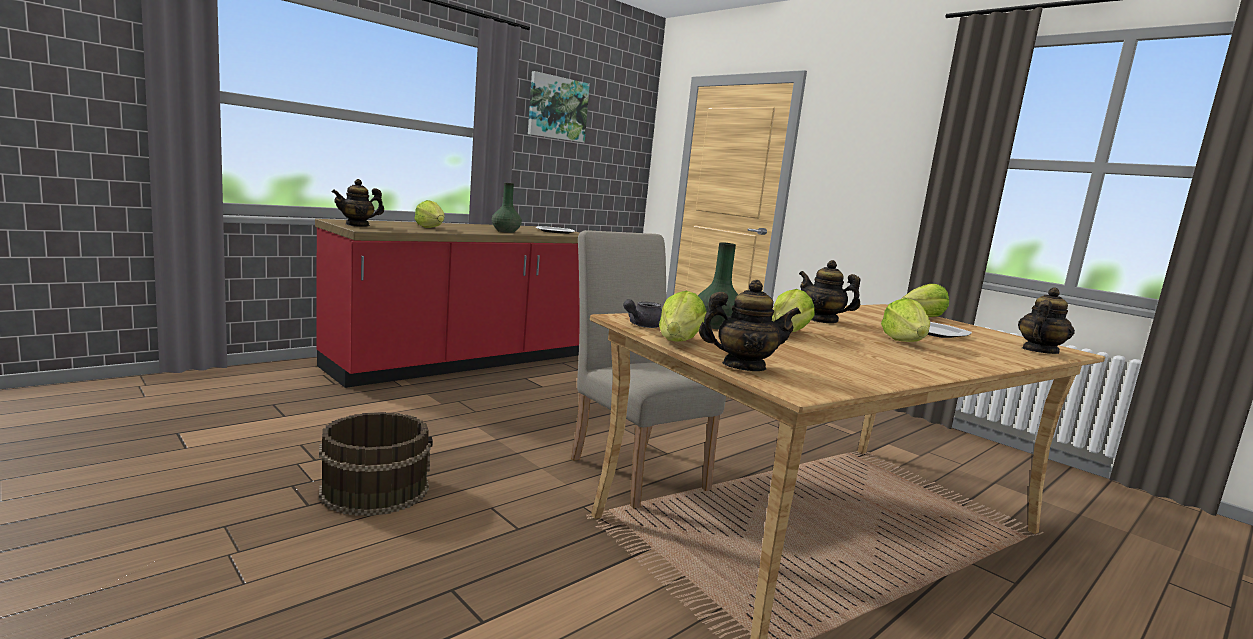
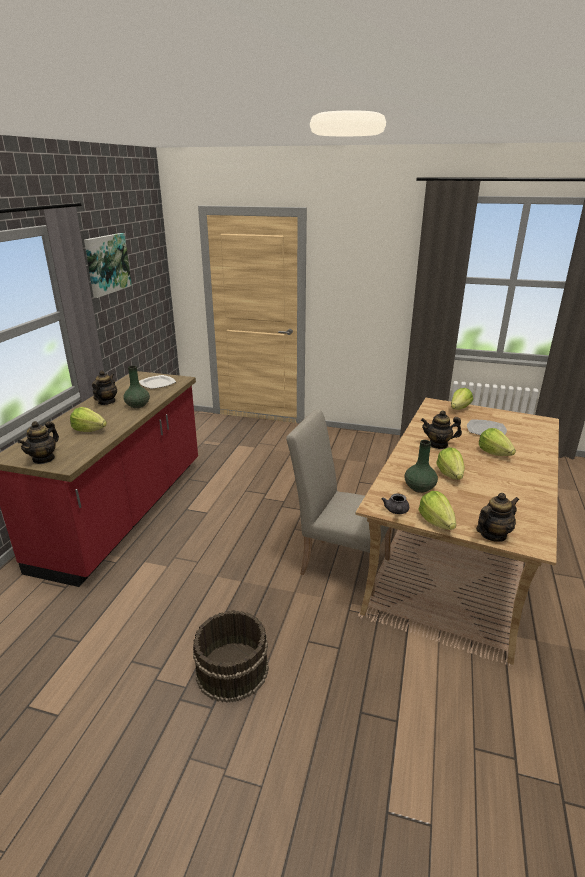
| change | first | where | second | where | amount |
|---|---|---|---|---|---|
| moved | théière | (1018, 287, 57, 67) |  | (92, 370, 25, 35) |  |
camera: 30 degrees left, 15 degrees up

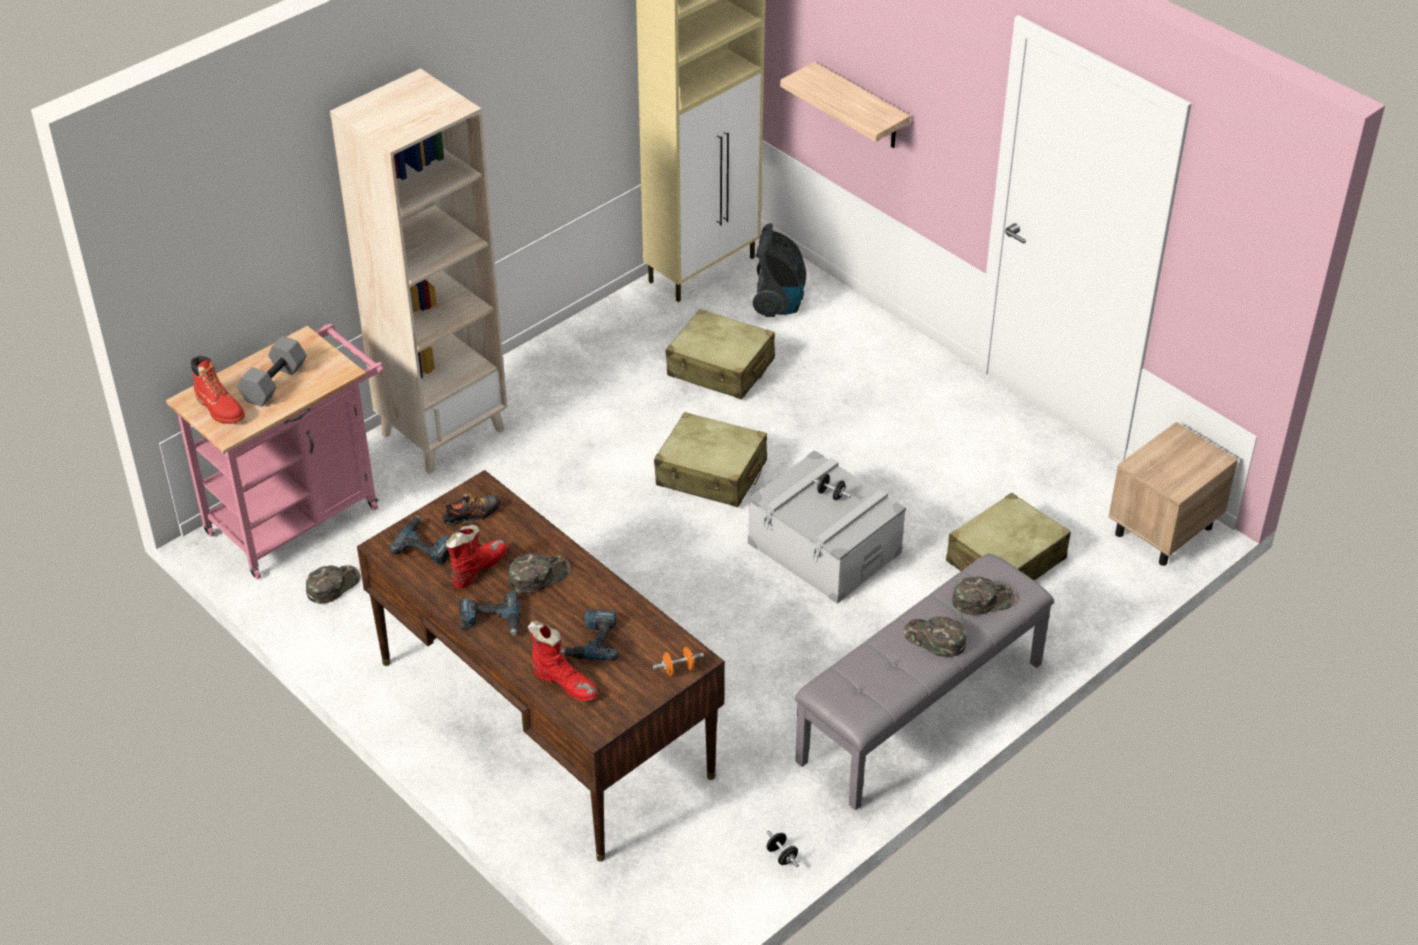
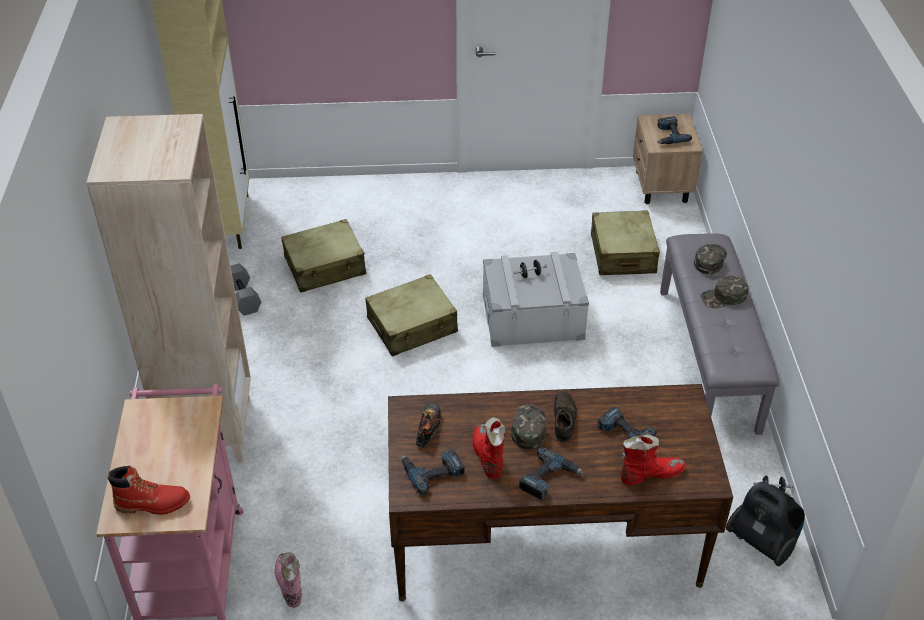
| change | first | where | second | where | amount |
|---|---|---|---|---|---|
| removed | haltère (orange) | (653, 647, 51, 29) |  |  |  |
| removed | étagère | (780, 62, 130, 86) |  |  |  |
| added |  |  | chaussure (marron) | (553, 391, 24, 51) |  |
| added |  |  | perceuse | (657, 117, 35, 27) |  |
| moved | haltère (gris) | (237, 336, 70, 71) |  | (231, 263, 30, 53) |  |
| moved | aspirateur | (753, 223, 53, 94) |  | (726, 482, 79, 84) |  |
| replaced | casquette (vert) | (306, 565, 55, 38) | botte (rose) | (275, 552, 27, 56) |  |
camera: 50 degrees left, 0 degrees up

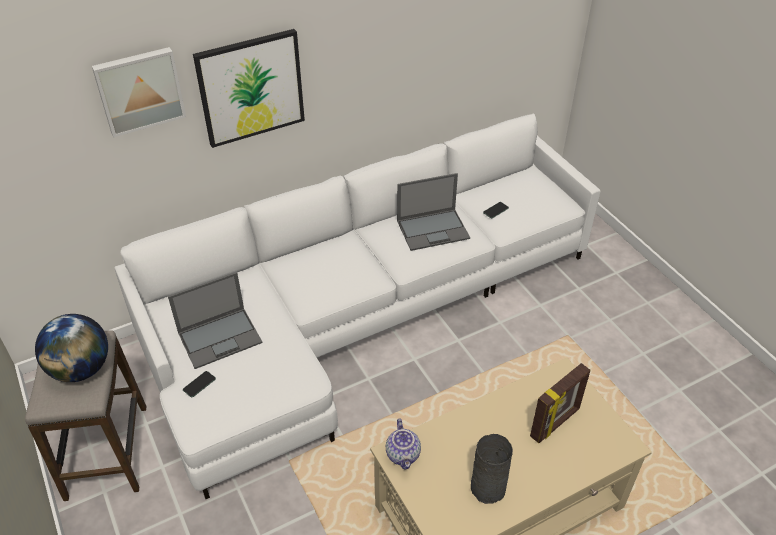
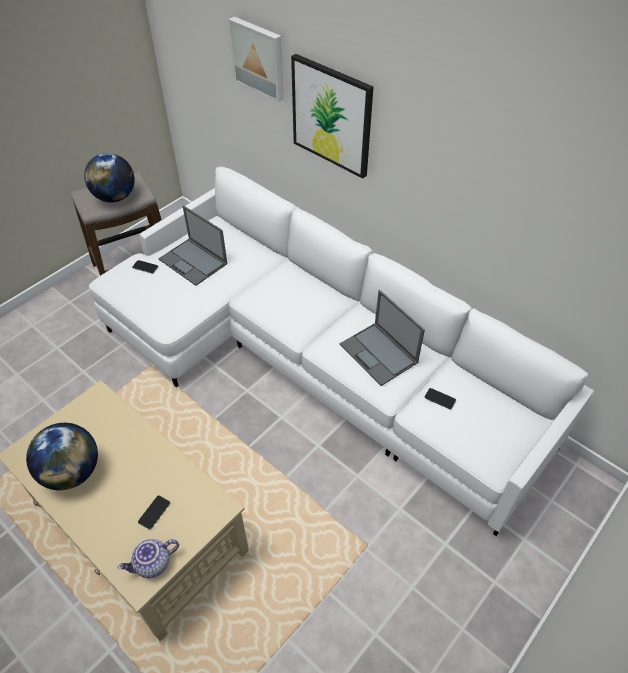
| change | first | where | second | where | amount |
|---|---|---|---|---|---|
| moved | théière | (386, 419, 35, 50) |  | (117, 539, 62, 39) |  |
| replaced | vase (gris) | (471, 434, 42, 70) | globe | (26, 423, 72, 67) |  |
| replaced | cadre photo | (530, 363, 60, 80) | téléphone | (138, 496, 32, 34) |  |
camera: 70 degrees right, 5 degrees up

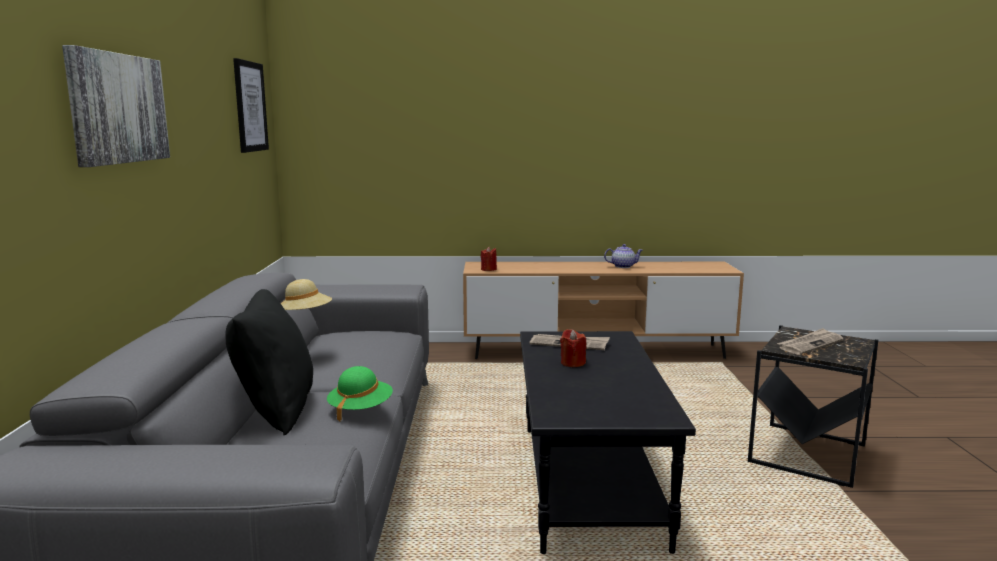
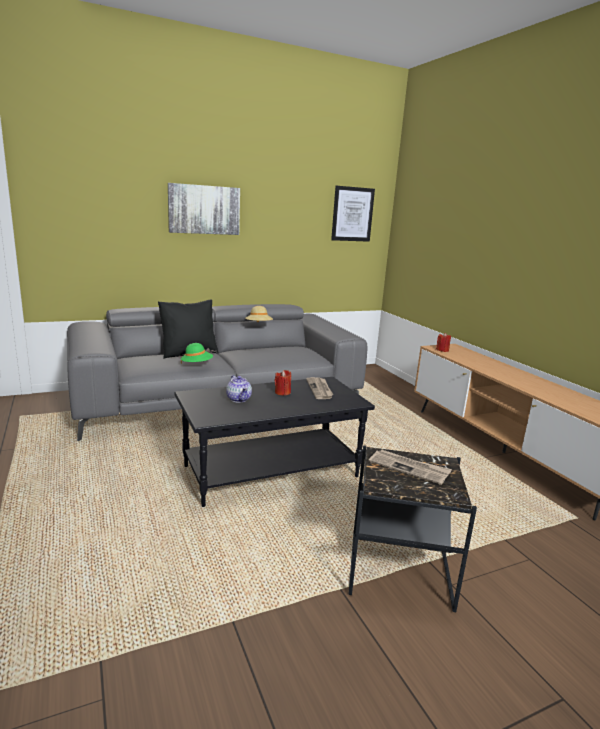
| change | first | where | second | where | amount |
|---|---|---|---|---|---|
| moved | théière | (604, 244, 39, 24) |  | (226, 375, 26, 28) |  |
camera: 65 degrees right, 5 degrees up

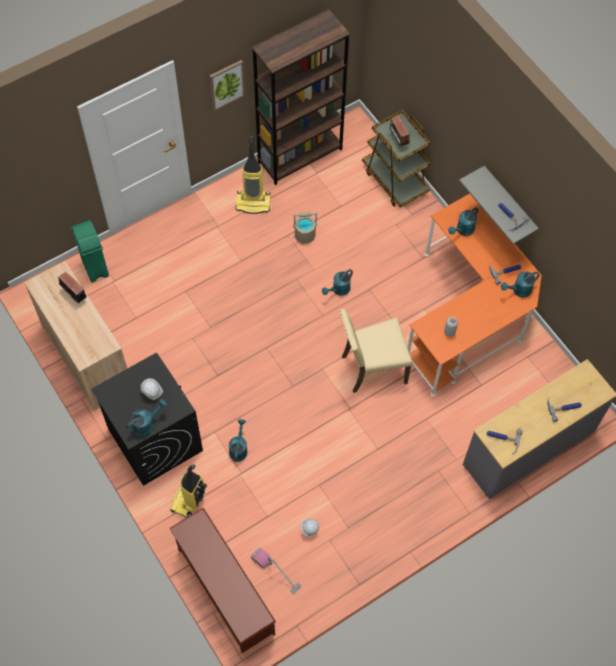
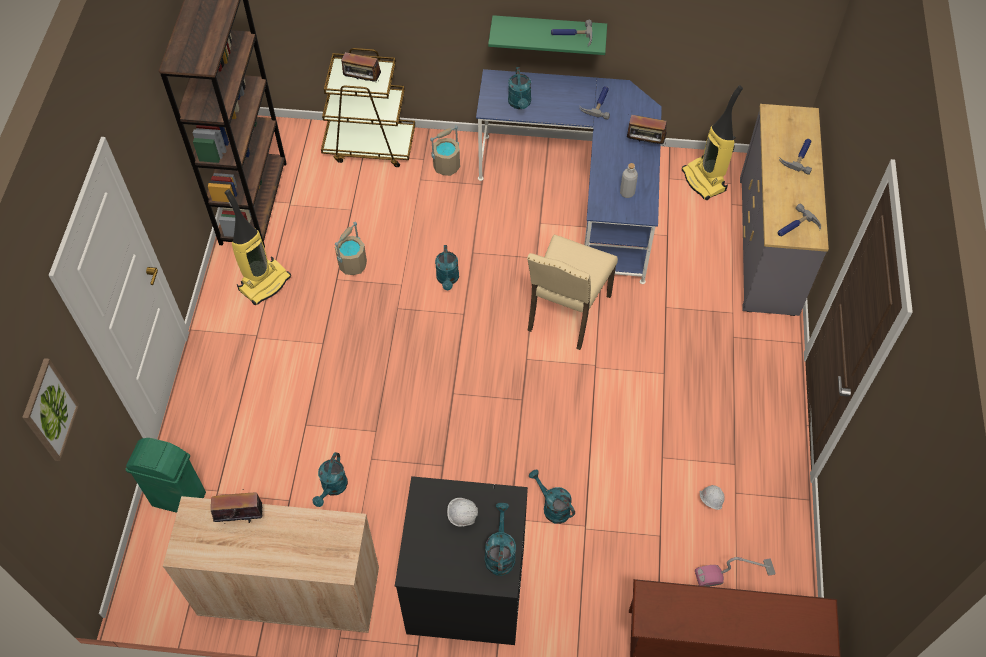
| change | first | where | second | where | amount |
|---|---|---|---|---|---|
| added |  |  | seau (beige) | (430, 126, 30, 50) |  |
| added |  |  | radio | (627, 115, 40, 31) |  |
| moved | aspirateur | (170, 464, 37, 54) |  | (682, 85, 61, 115) |  |
| moved | tableau | (209, 60, 36, 51) |  | (22, 358, 57, 103) |  |
| moved | arrosoir (turquoise) | (501, 272, 39, 25) |  | (312, 452, 36, 55) |  |
| recoloured | bureau (orange) | (407, 194, 135, 202) | bureau (bleu) | (476, 69, 186, 215) |  |
| recoloured | étagère (gris) | (459, 166, 80, 78) | étagère (vert) | (488, 15, 119, 40) |  |
camera: 50 degrees left, 5 degrees down

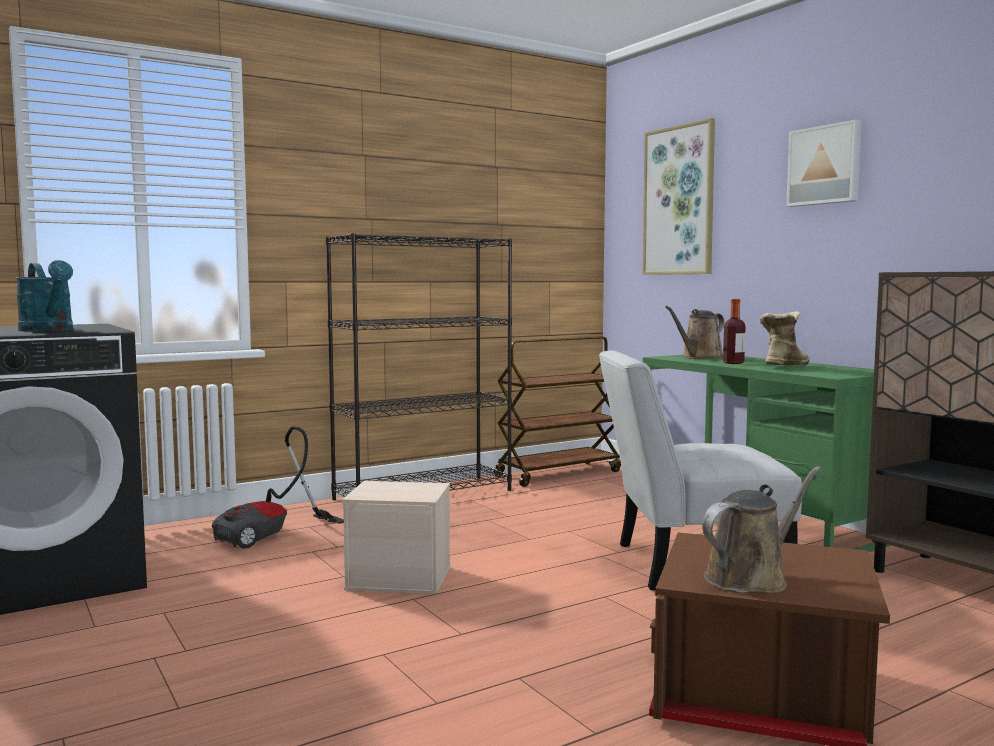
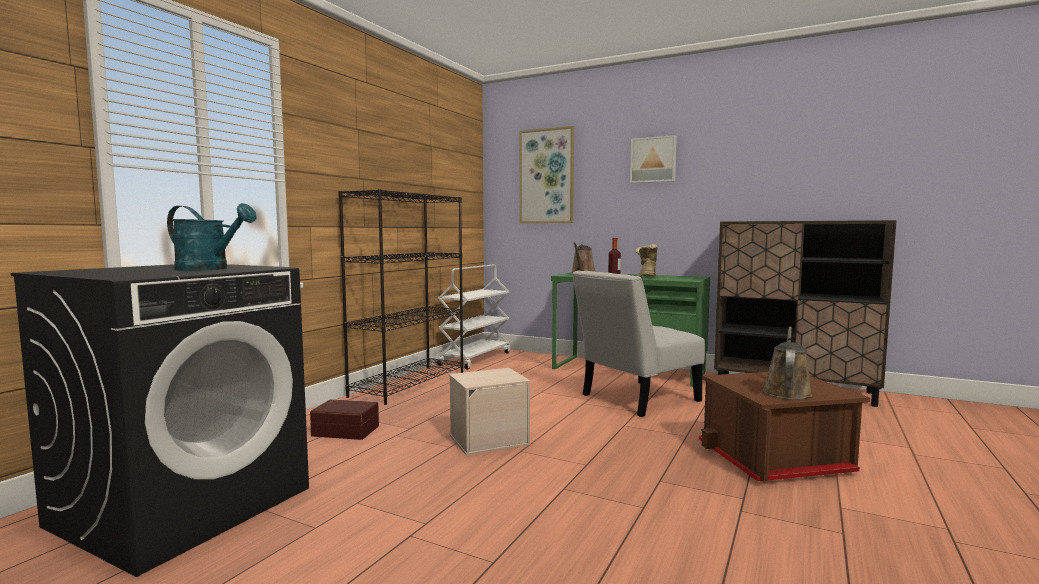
| change | first | where | second | where | amount |
|---|---|---|---|---|---|
| replaced | aspirateur | (212, 426, 132, 123) | boîte de rangement (marron) | (310, 399, 69, 41) |  |
| recoloured | chariot (marron) | (494, 337, 127, 150) | chariot (blanc) | (437, 264, 73, 106) |  |
camera: 30 degrees left, 0 degrees up

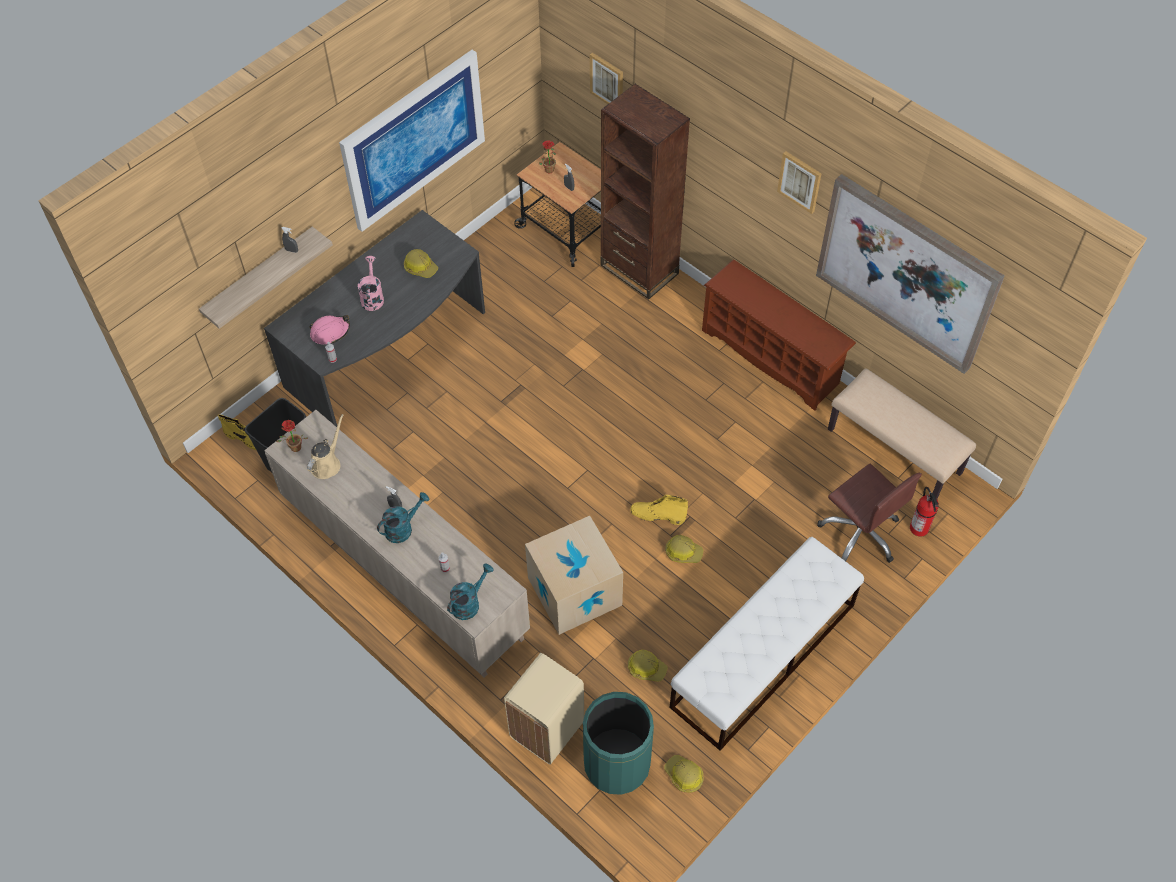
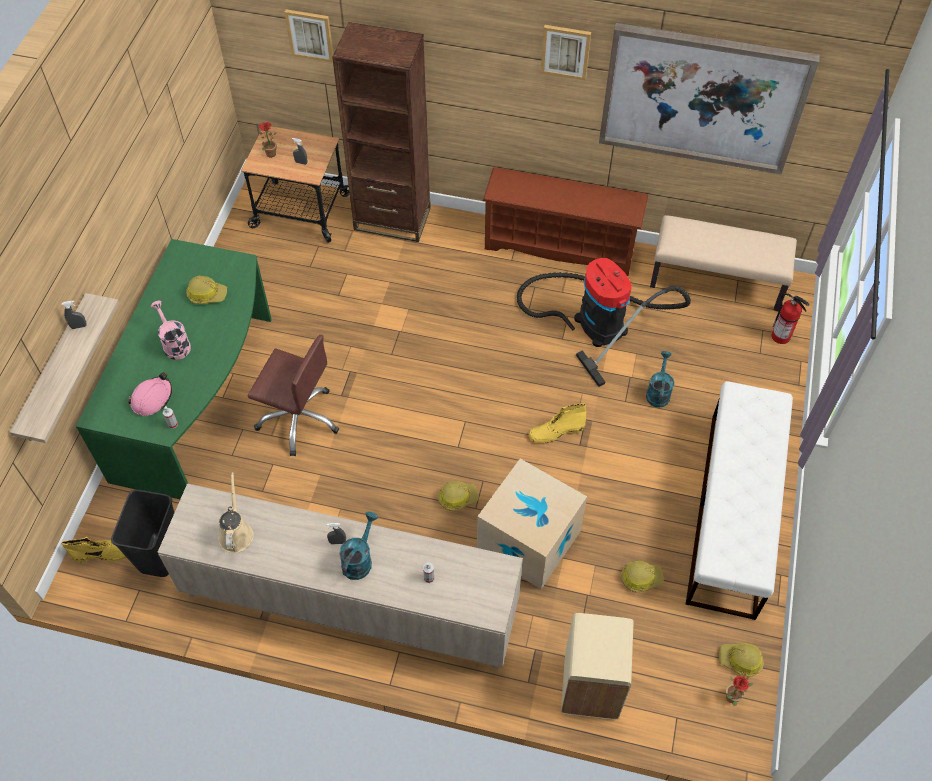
| change | first | where | second | where | amount |
|---|---|---|---|---|---|
| removed | tableau | (339, 50, 146, 182) |  |  |  |
| removed | poubelle (vert) | (583, 692, 71, 103) |  |  |  |
| added |  |  | aspirateur | (517, 258, 174, 129) |  |
| moved | plante en pot | (276, 420, 32, 32) |  | (726, 676, 27, 30) |  |
| moved | arrosoir (turquoise) | (447, 564, 47, 56) |  | (646, 351, 28, 57) |  |
| moved | casque de chantier | (665, 535, 39, 28) |  | (438, 481, 41, 30) |  |
| moved | chaise de bureau (marron) | (817, 464, 105, 99) |  | (248, 335, 91, 121) |  |
| recoloured | bureau (gris) | (264, 210, 221, 217) | bureau (vert) | (76, 239, 196, 260) |  |
camera: 30 degrees left, 0 degrees up

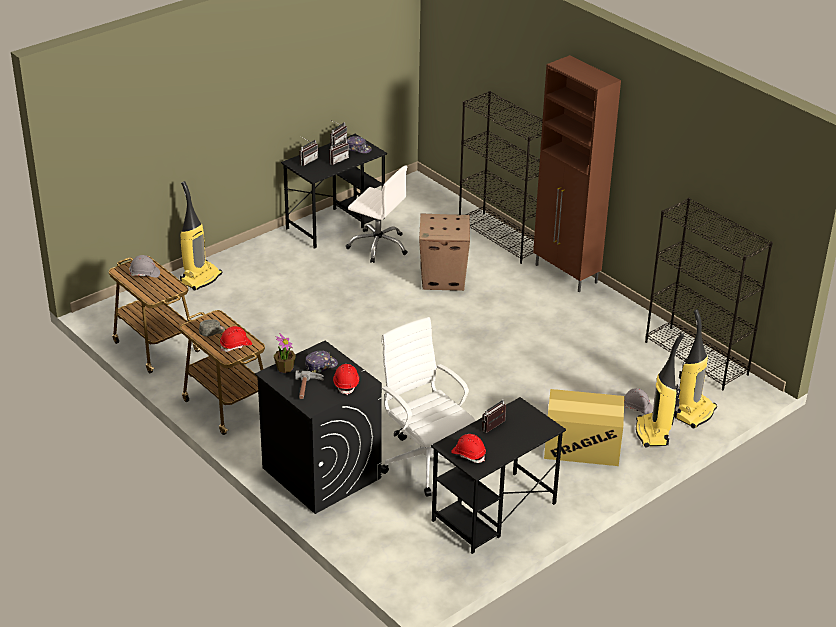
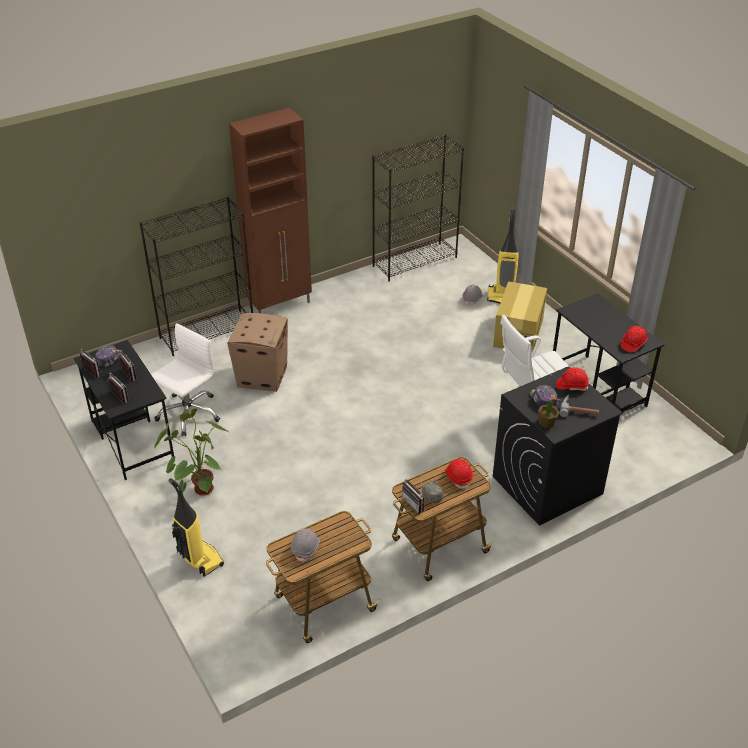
| change | first | where | second | where | amount |
|---|---|---|---|---|---|
| removed | aspirateur | (674, 309, 43, 119) |  |  |  |
| added |  |  | plante en pot | (154, 408, 75, 88) |  |
| moved | radio | (482, 399, 24, 34) |  | (402, 479, 22, 35) |  |
camera: 80 degrees left, 5 degrees up

